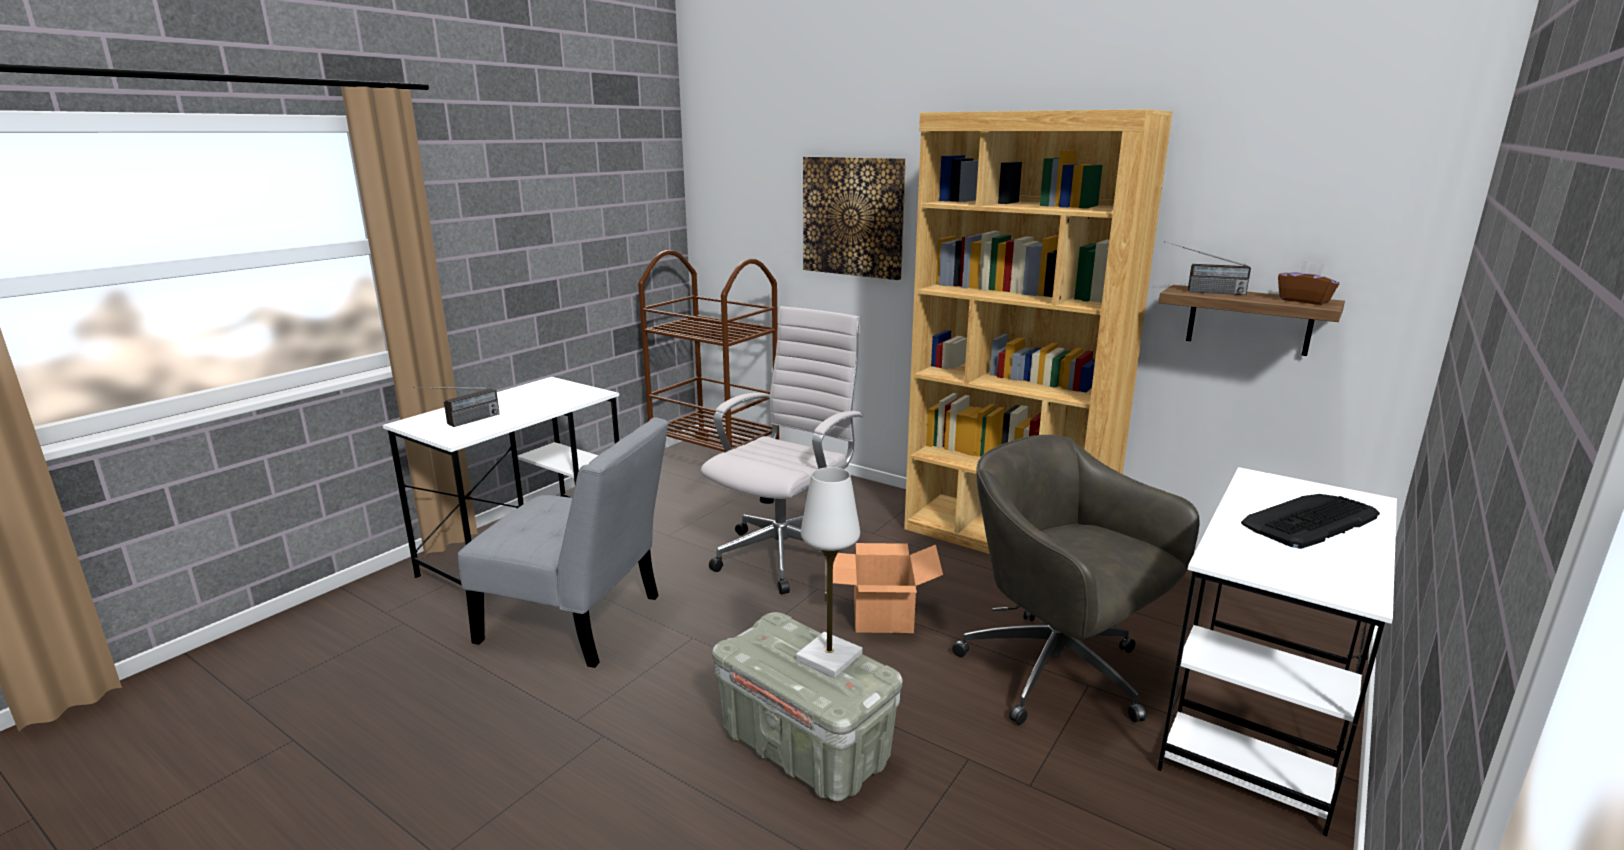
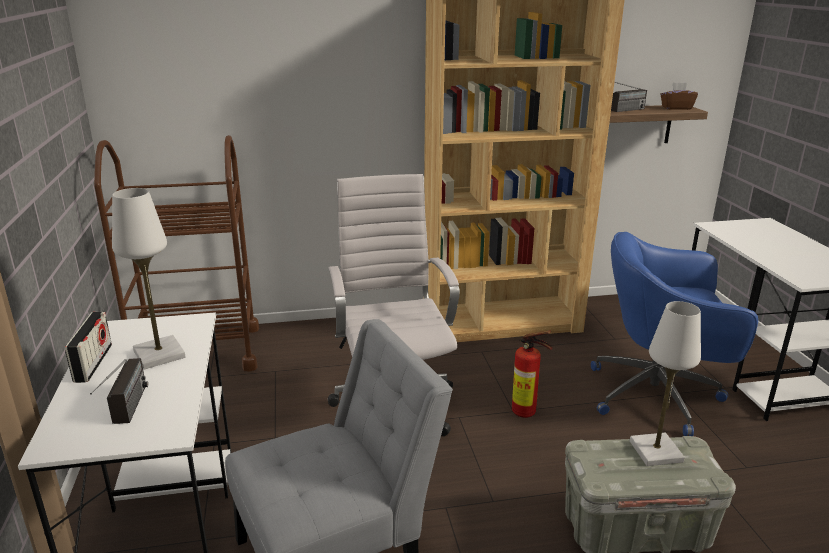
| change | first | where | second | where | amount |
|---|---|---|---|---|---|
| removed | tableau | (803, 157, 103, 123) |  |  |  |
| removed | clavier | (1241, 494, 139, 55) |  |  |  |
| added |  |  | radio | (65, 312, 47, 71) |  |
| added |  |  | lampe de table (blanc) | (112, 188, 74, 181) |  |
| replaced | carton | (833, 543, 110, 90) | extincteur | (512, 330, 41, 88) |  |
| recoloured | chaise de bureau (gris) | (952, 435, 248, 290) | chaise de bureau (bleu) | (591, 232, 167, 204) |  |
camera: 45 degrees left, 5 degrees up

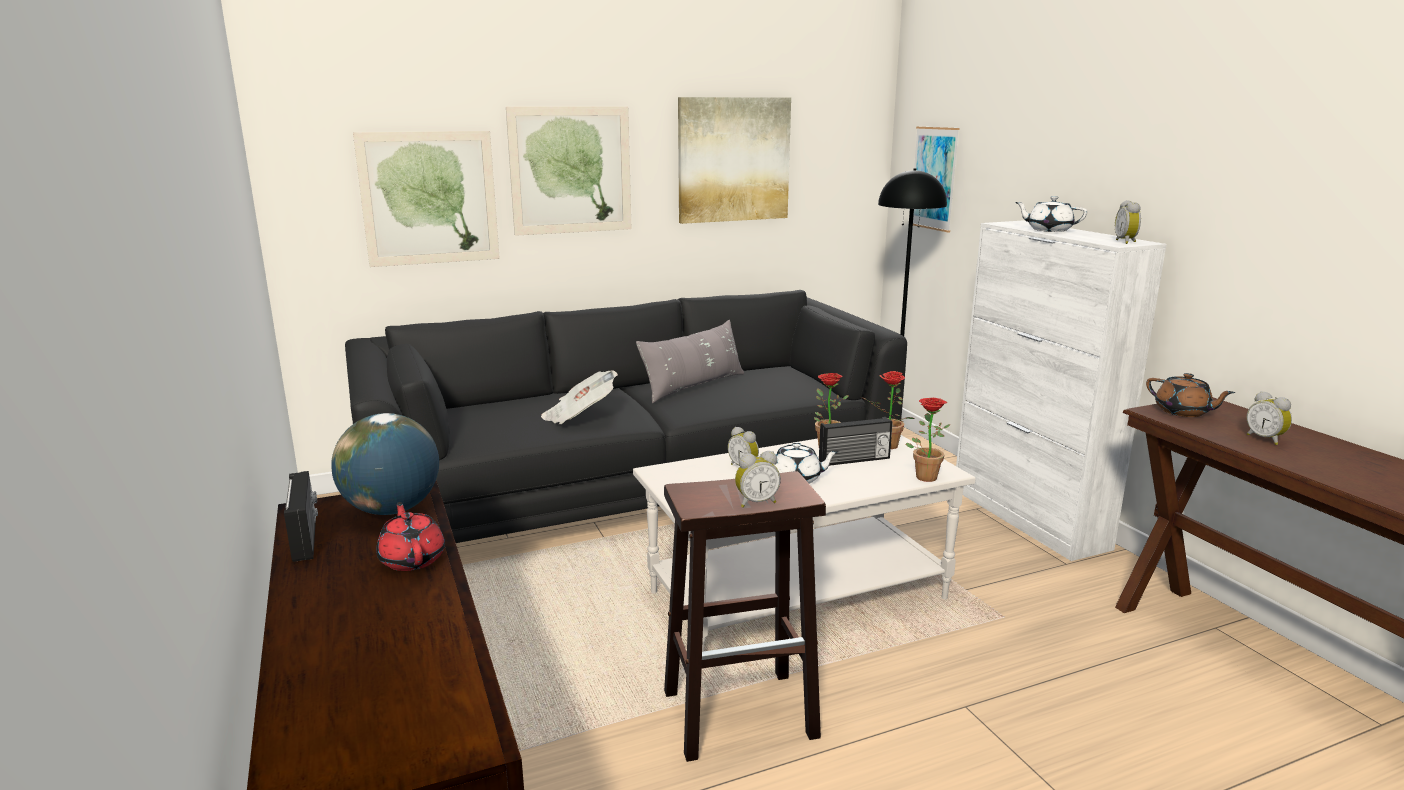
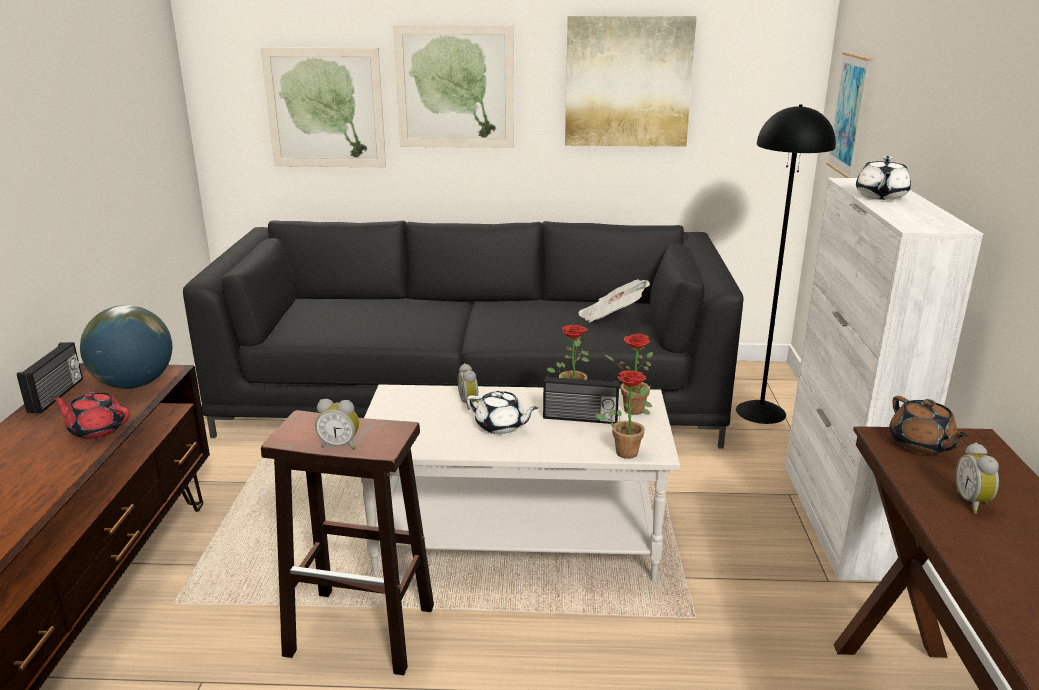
| change | first | where | second | where | amount |
|---|---|---|---|---|---|
| removed | coussin (gris) | (636, 320, 108, 83) |  |  |  |
| removed | réveil | (1115, 200, 26, 44) |  |  |  |
| moved | journal | (541, 370, 77, 54) |  | (578, 279, 72, 44) |  |
| turned | théière (rouge) | (376, 502, 69, 69) |  | (51, 392, 79, 47) | 75 degrees counterclockwise |
| turned | théière (blanc) | (1015, 196, 72, 36) |  | (856, 156, 55, 44) | 120 degrees counterclockwise |
camera: 25 degrees right, 5 degrees up

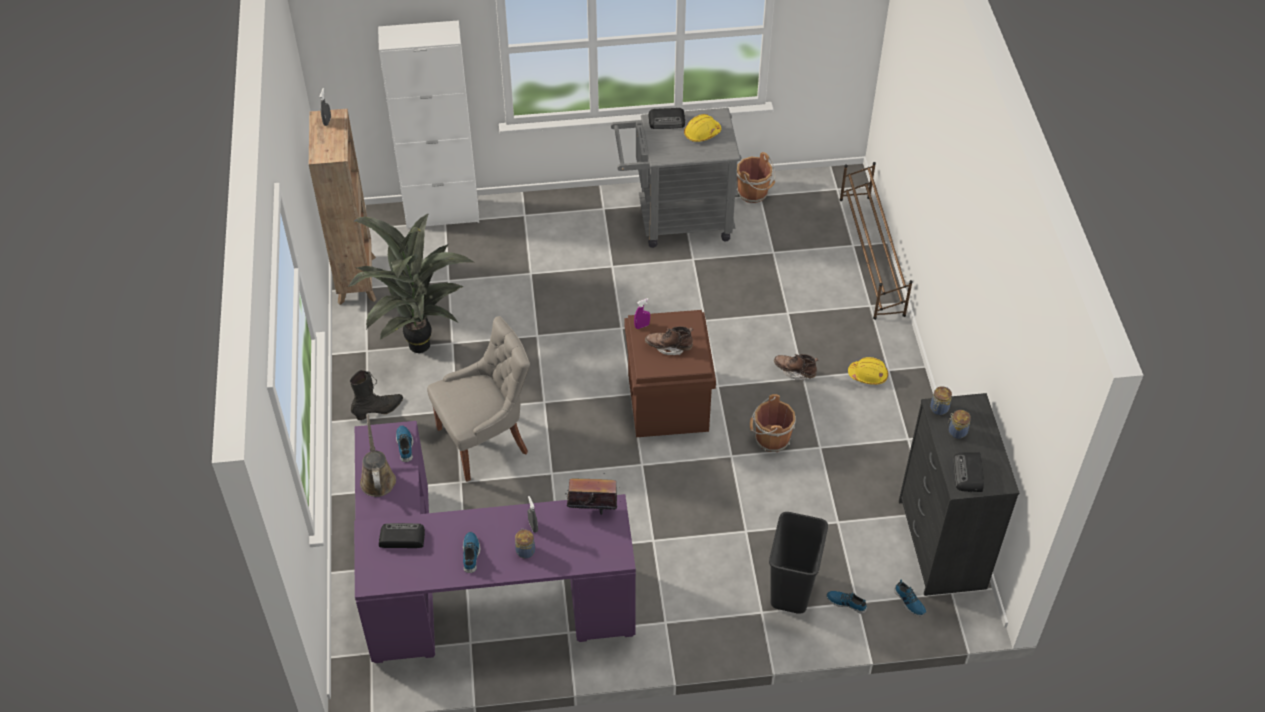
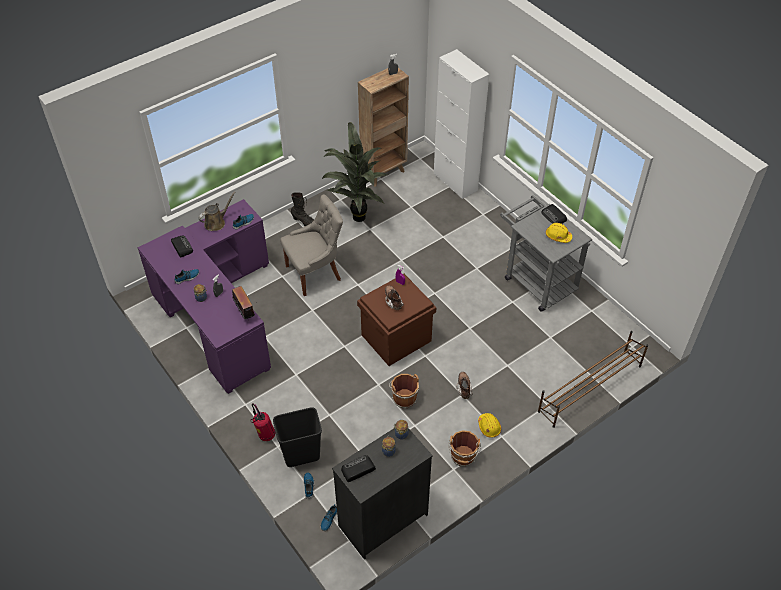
| change | first | where | second | where | amount |
|---|---|---|---|---|---|
| added |  |  | extincteur | (250, 403, 25, 38) |  |
| moved | seau (marron) | (737, 152, 39, 51) |  | (448, 430, 33, 37) |  |
| turned | chaise (gris) | (427, 316, 103, 166) |  | (280, 194, 63, 102) | 60 degrees counterclockwise |
camera: 60 degrees right, 0 degrees up

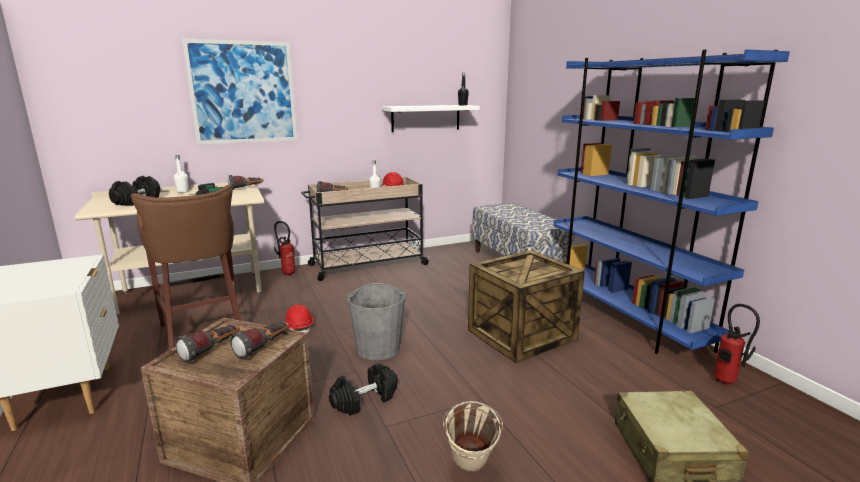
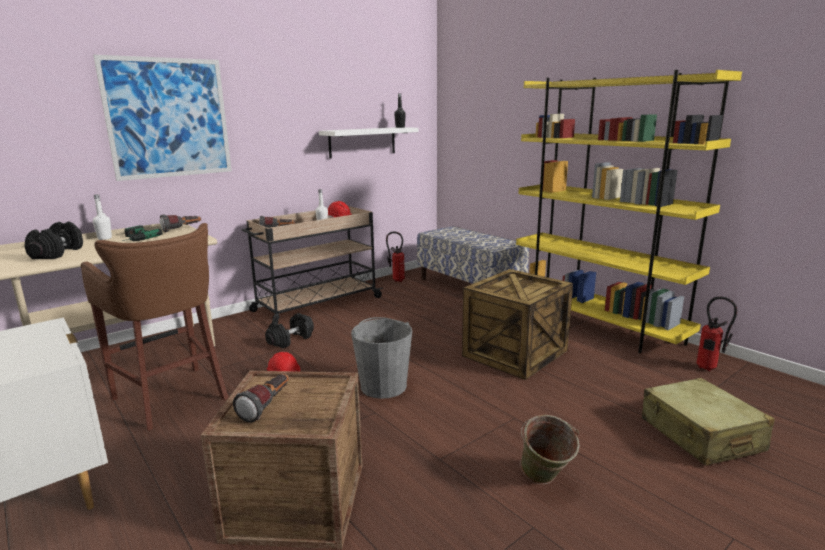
| change | first | where | second | where | amount |
|---|---|---|---|---|---|
| removed | lampe de poche | (230, 322, 59, 38) |  |  |  |
| moved | extincteur | (274, 221, 22, 55) |  | (386, 232, 19, 50) |  |
| moved | haltère (noir) | (329, 363, 69, 53) |  | (265, 313, 49, 35) |  |
| recoloured | seau (beige) | (443, 401, 60, 70) | seau (vert) | (520, 415, 60, 69) |  |
| recoloured | bibliothèque (bleu) | (554, 49, 236, 305) | bibliothèque (jaune) | (516, 70, 226, 283) |  |
camera: 15 degrees left, 0 degrees up

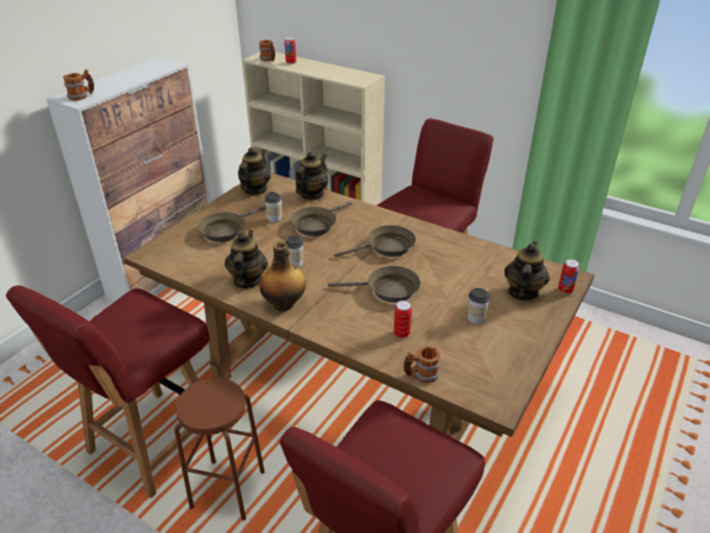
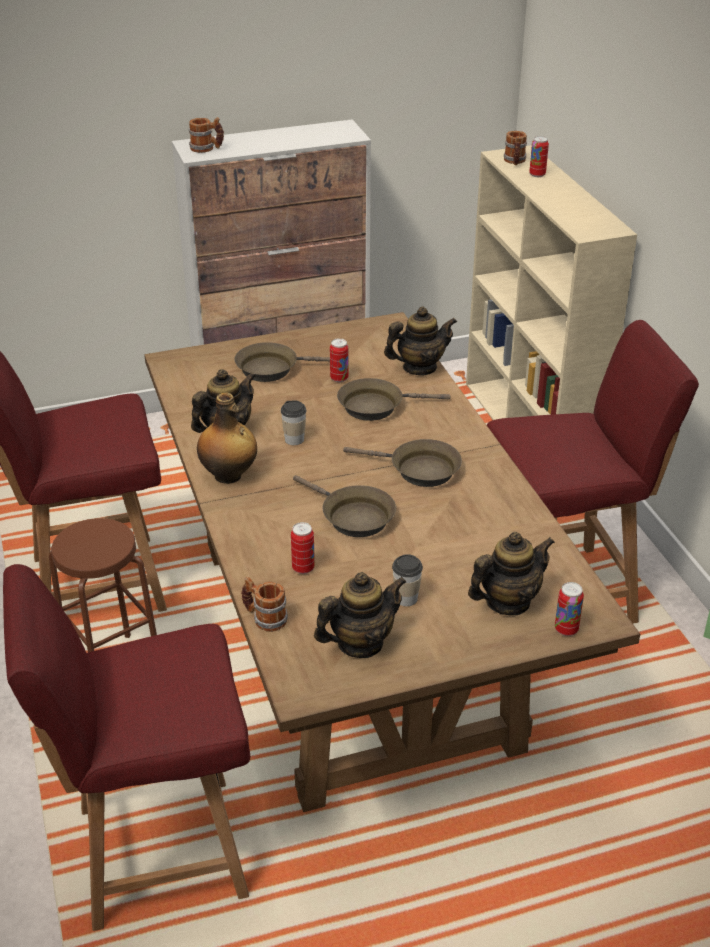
| change | first | where | second | where | amount |
|---|---|---|---|---|---|
| moved | théière | (238, 147, 33, 48) |  | (314, 572, 92, 86) |  |
| replaced | tasse | (264, 192, 18, 30) | boîte métallique | (330, 338, 19, 44) |  |
camera: 40 degrees right, 0 degrees up

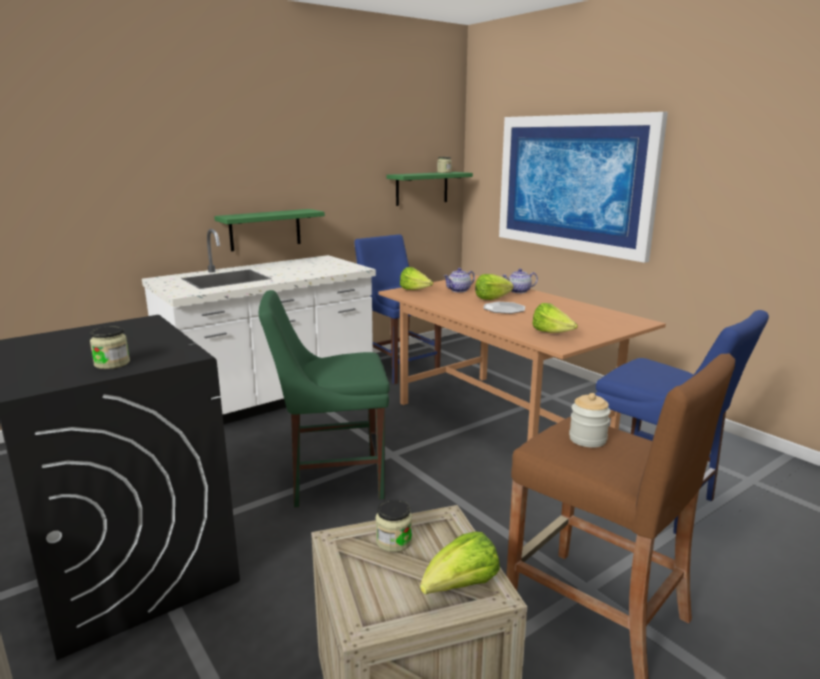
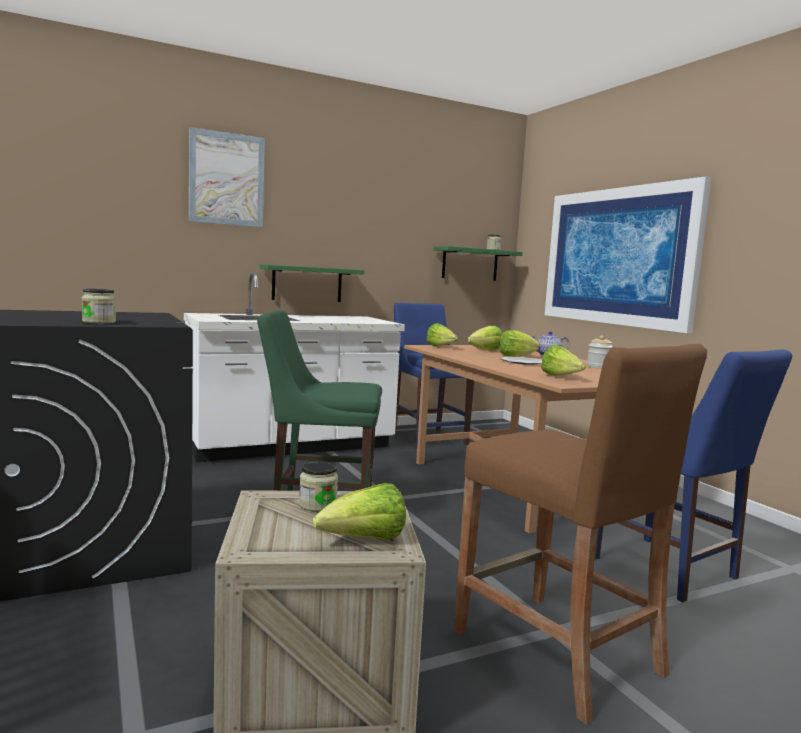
| change | first | where | second | where | amount |
|---|---|---|---|---|---|
| added |  |  | tableau | (189, 127, 76, 100) |  |
| moved | bocal | (569, 393, 42, 55) |  | (587, 336, 26, 33) |  |
| replaced | théière | (444, 268, 31, 24) | laitue | (468, 326, 35, 24) |  |
camera: 10 degrees right, 10 degrees down

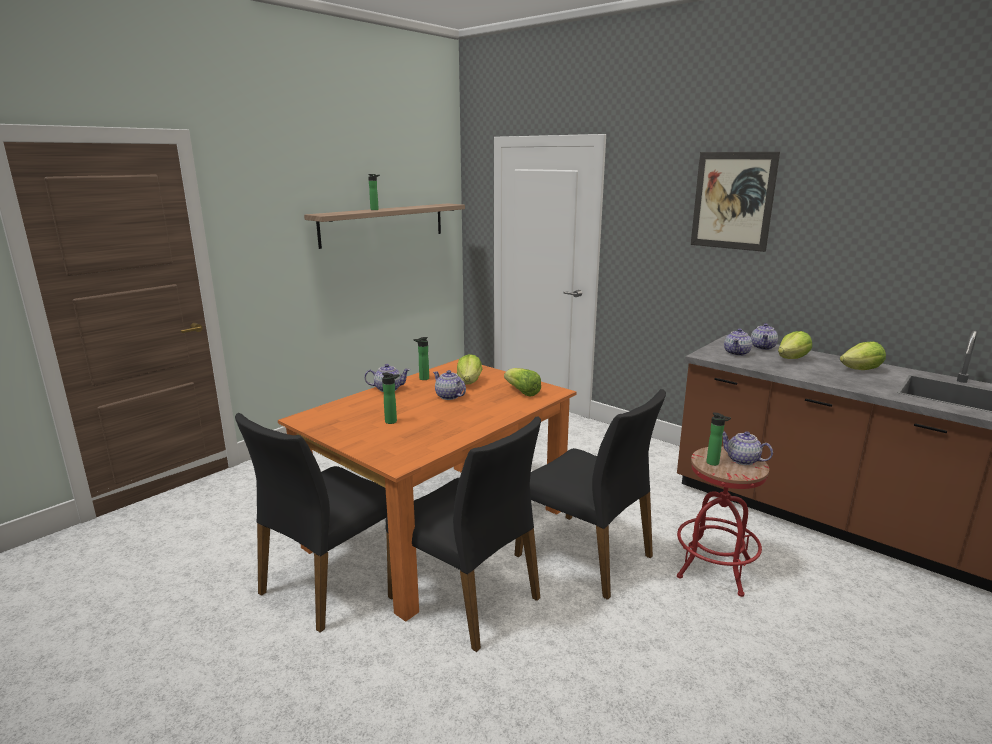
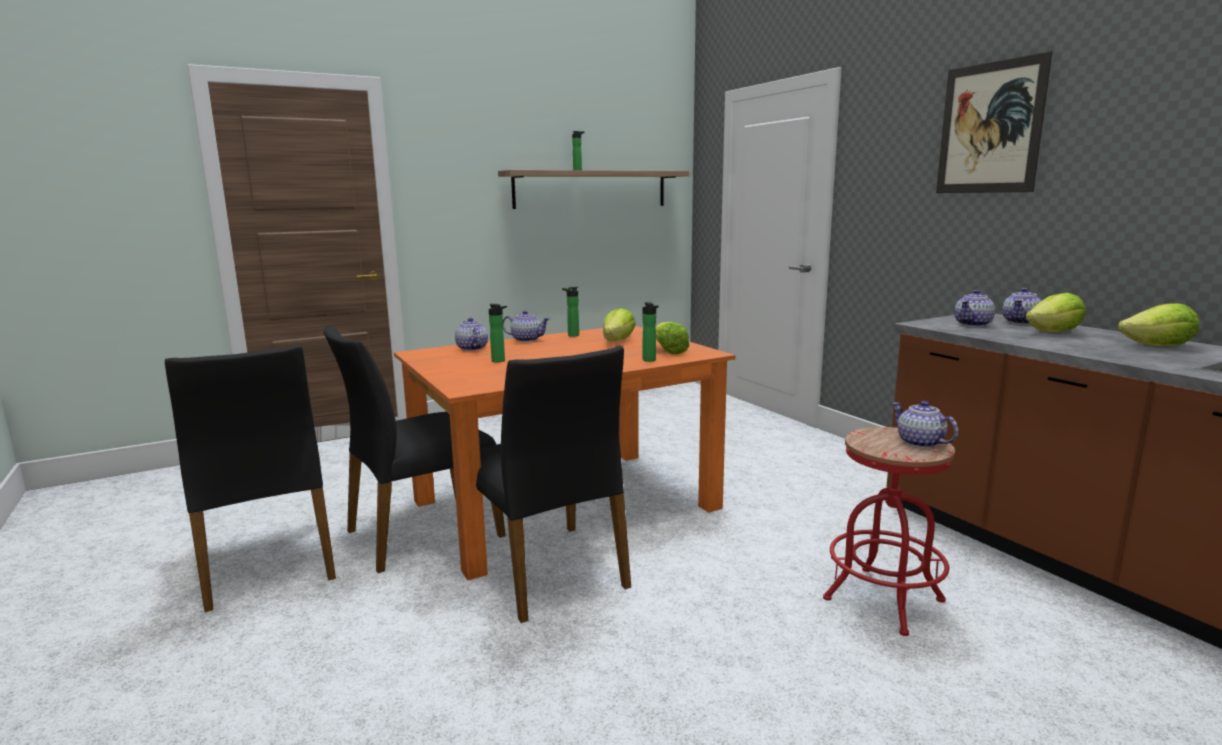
| change | first | where | second | where | amount |
|---|---|---|---|---|---|
| moved | théière | (433, 370, 33, 30) |  | (455, 317, 33, 34) |  |
| moved | chaise (noir) | (515, 389, 151, 211) |  | (165, 345, 171, 267) |  |
| moved | bouteille | (706, 413, 25, 53) |  | (643, 302, 16, 60) |  |
camera: 20 degrees right, 5 degrees down

